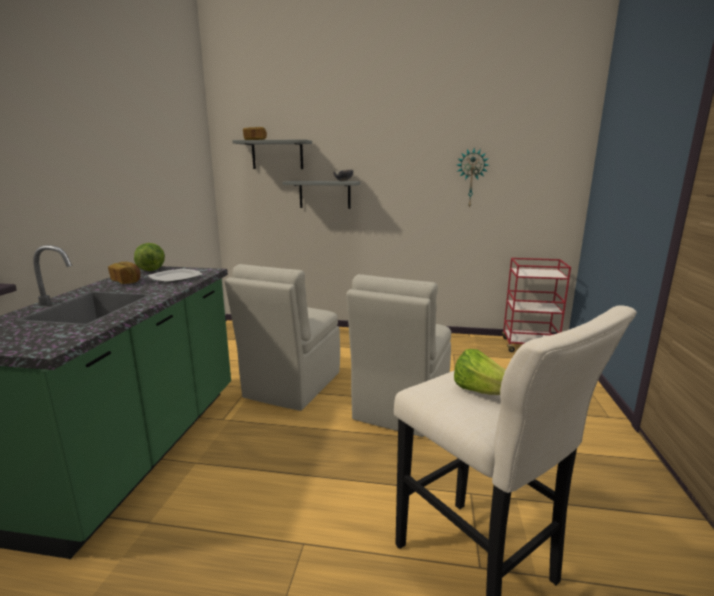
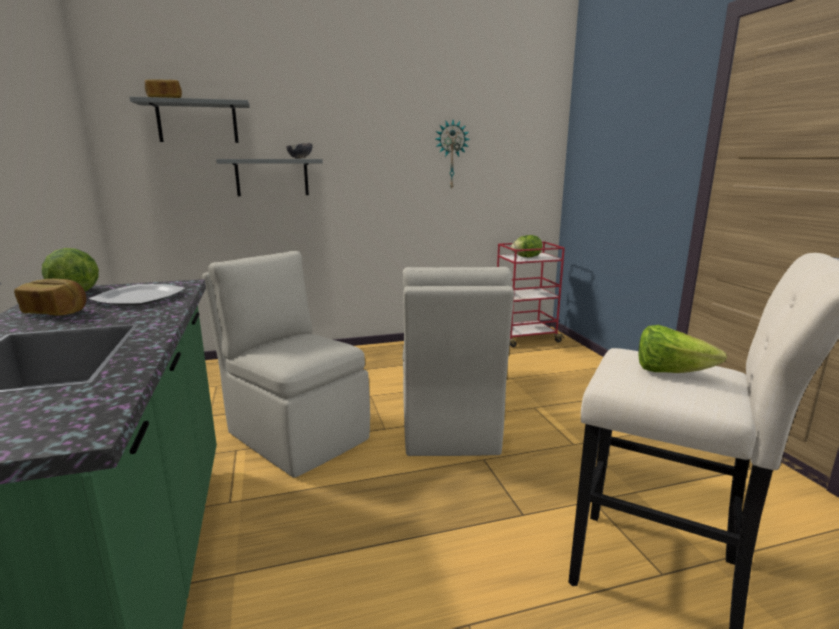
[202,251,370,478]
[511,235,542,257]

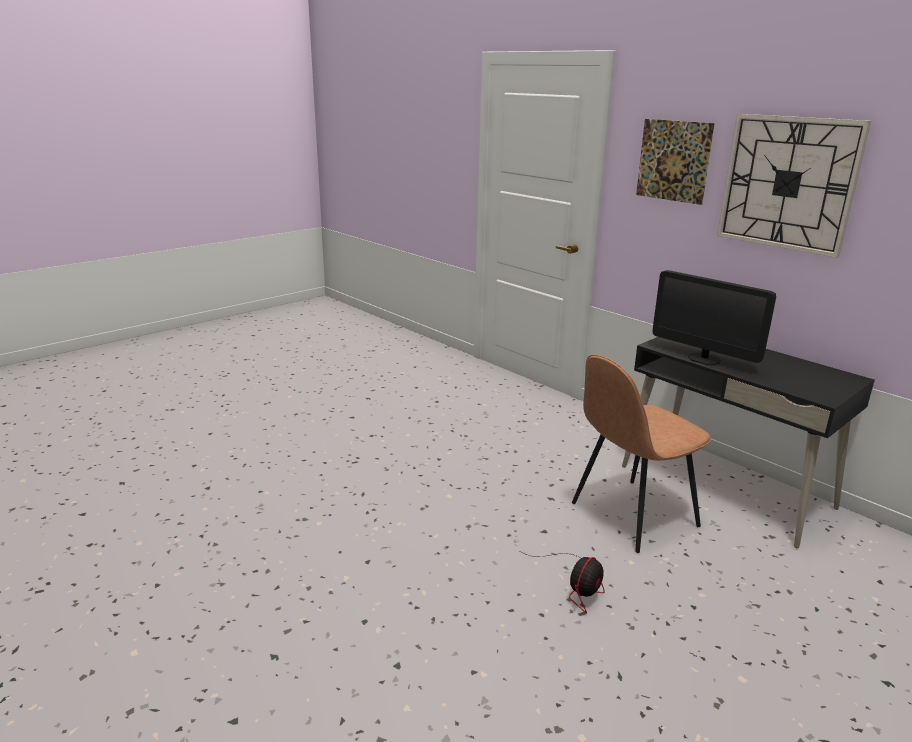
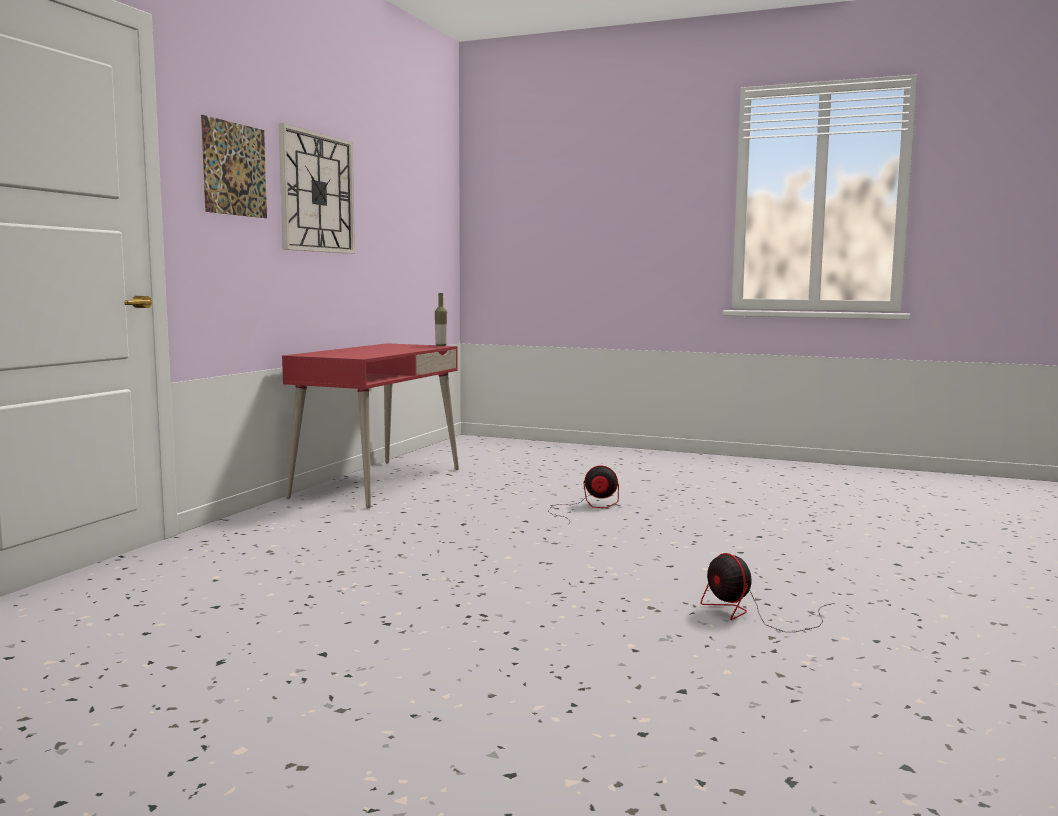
[282,343,459,508]
[435,293,447,346]
[701,553,835,632]
[572,355,711,553] (first image)
[653,270,776,365] (first image)

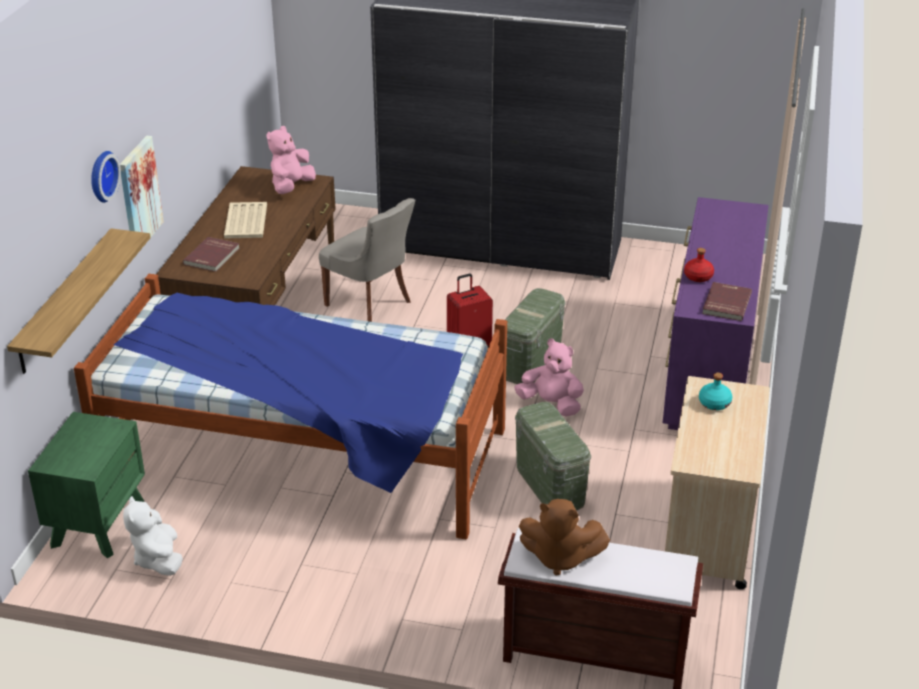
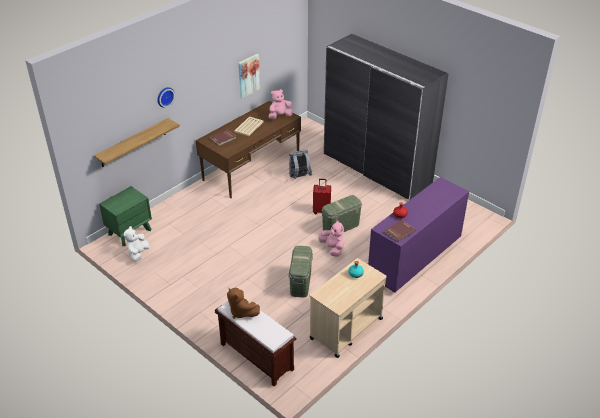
[238,54,260,98]
[289,150,312,179]
[74,274,507,540] (first image)

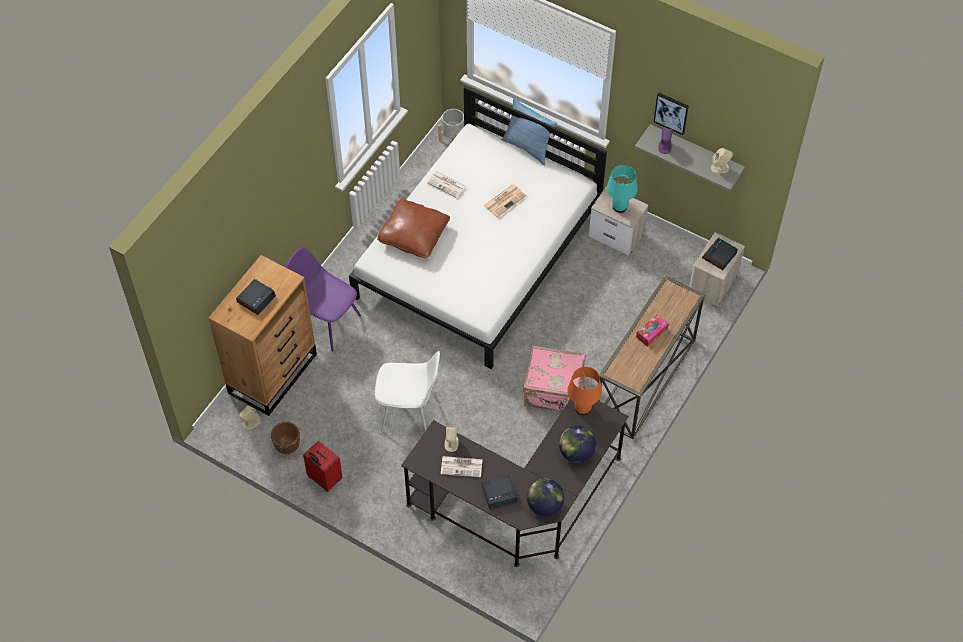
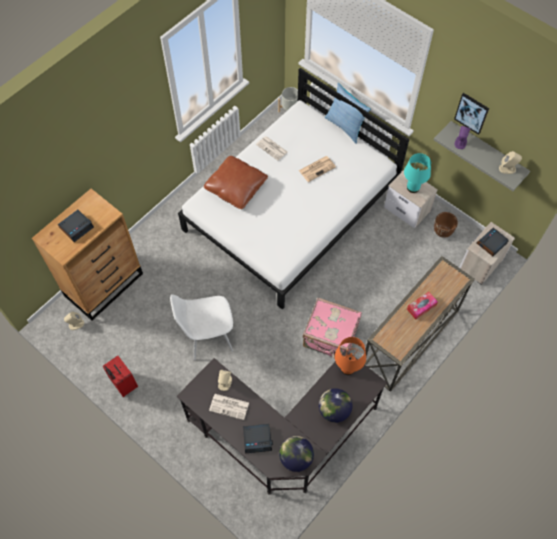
[170,294,233,360]
[434,212,458,238]
[285,247,361,352] (first image)

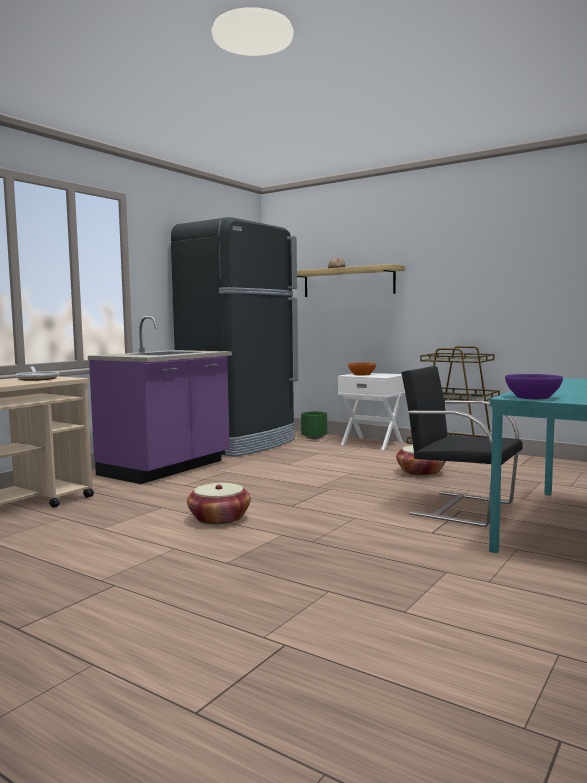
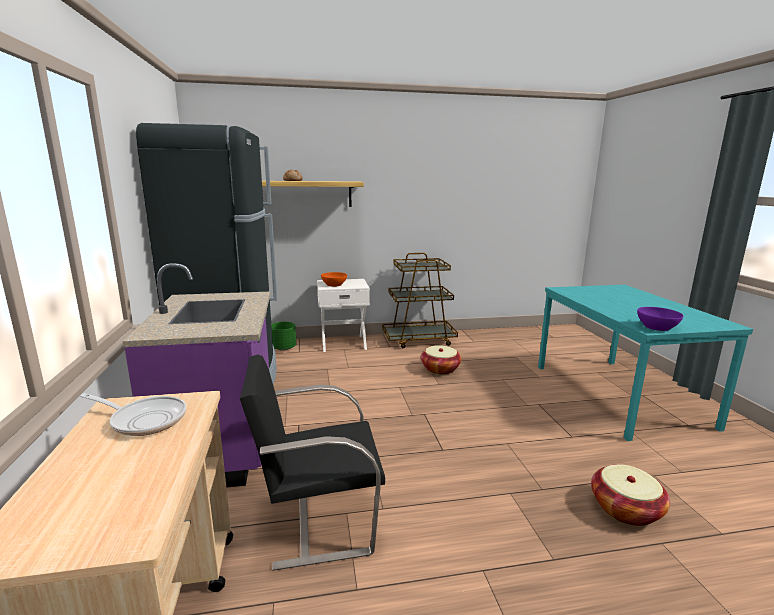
[240,355,385,571]
[591,464,670,526]

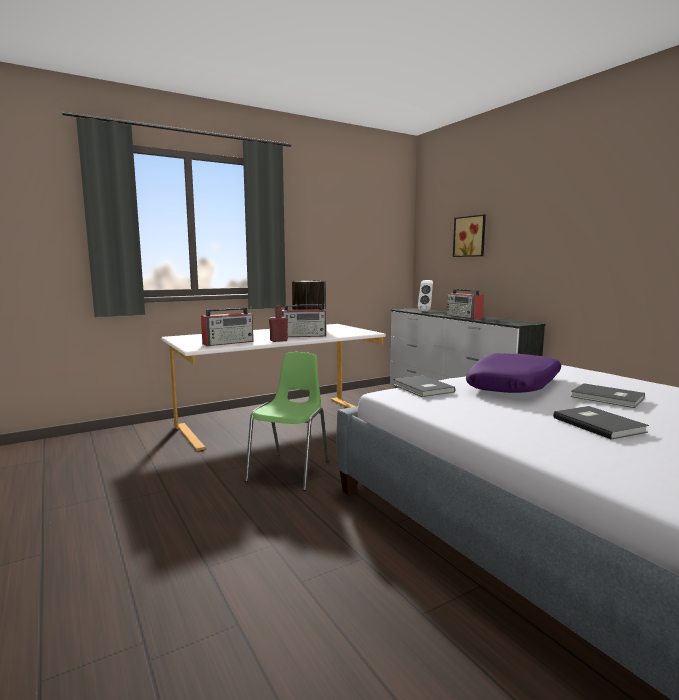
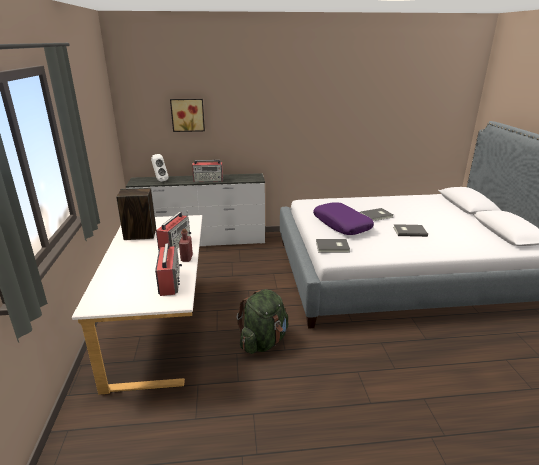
[237,289,288,354]

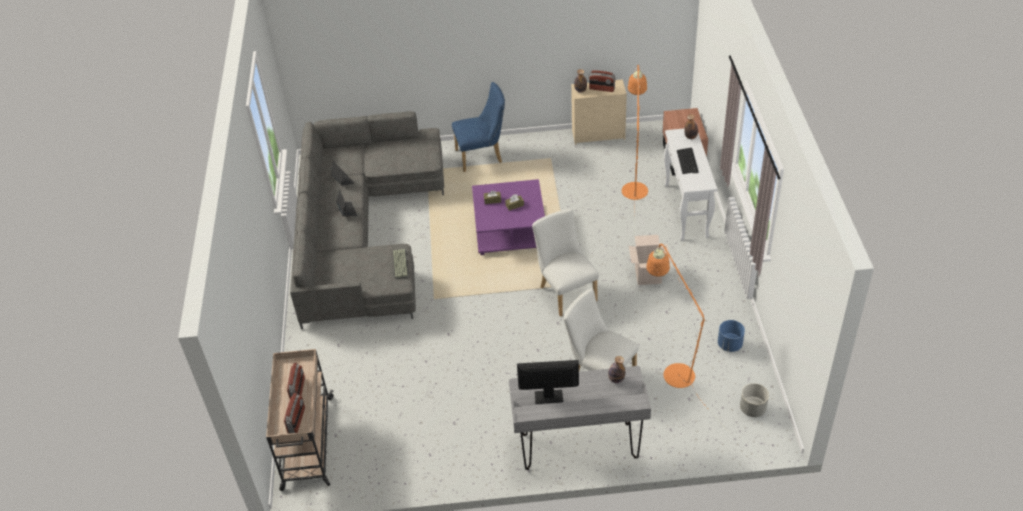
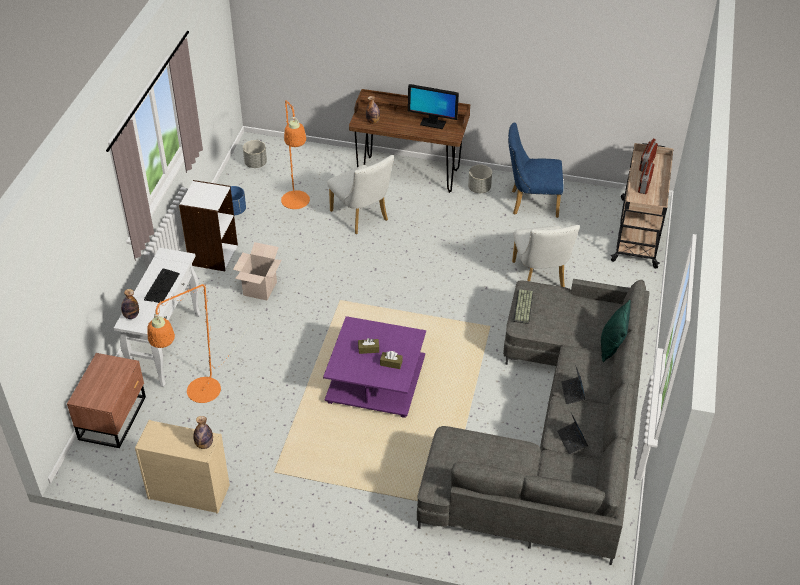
[179,180,238,271]
[349,89,470,193]
[468,165,492,193]
[508,122,564,218]
[512,225,580,287]
[601,300,631,362]
[589,71,616,92] (first image)

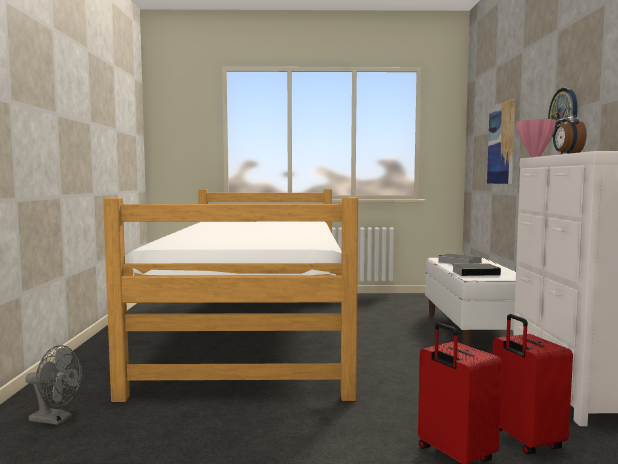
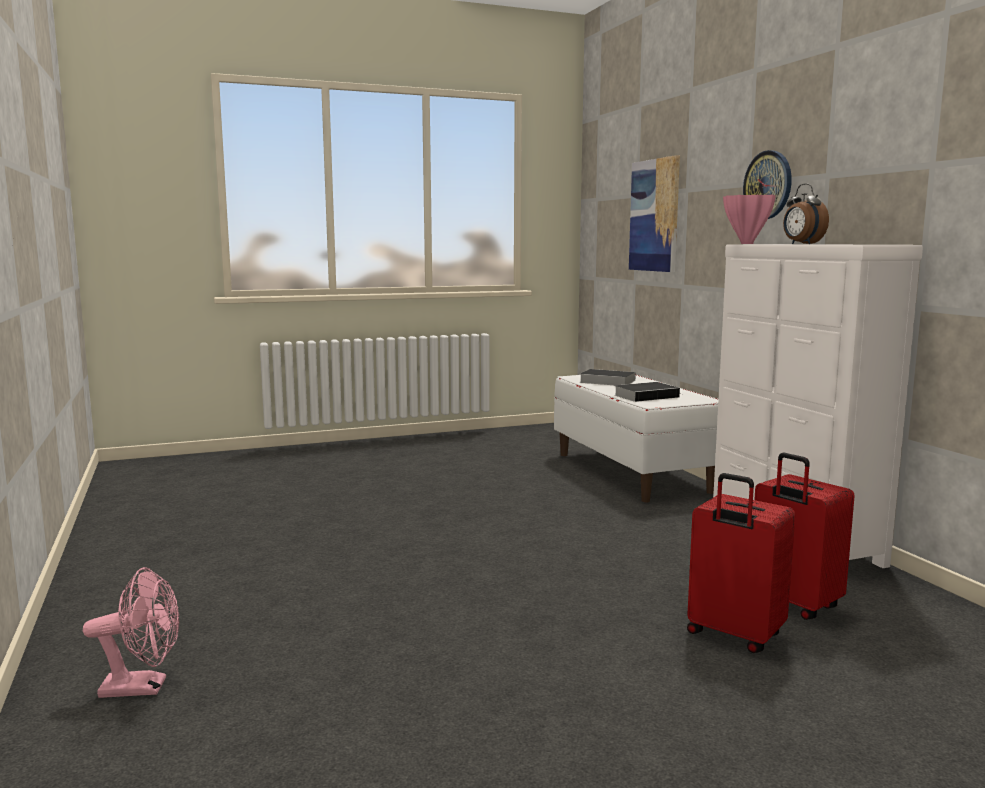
[83,567,179,698]
[103,189,358,402] (first image)

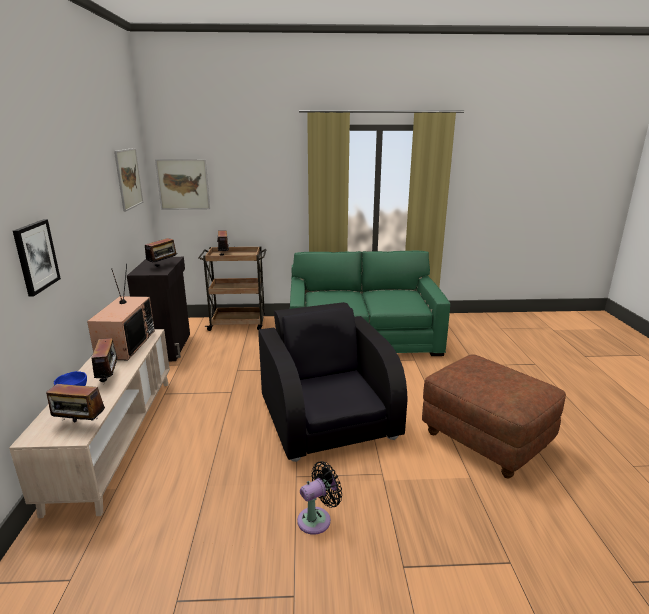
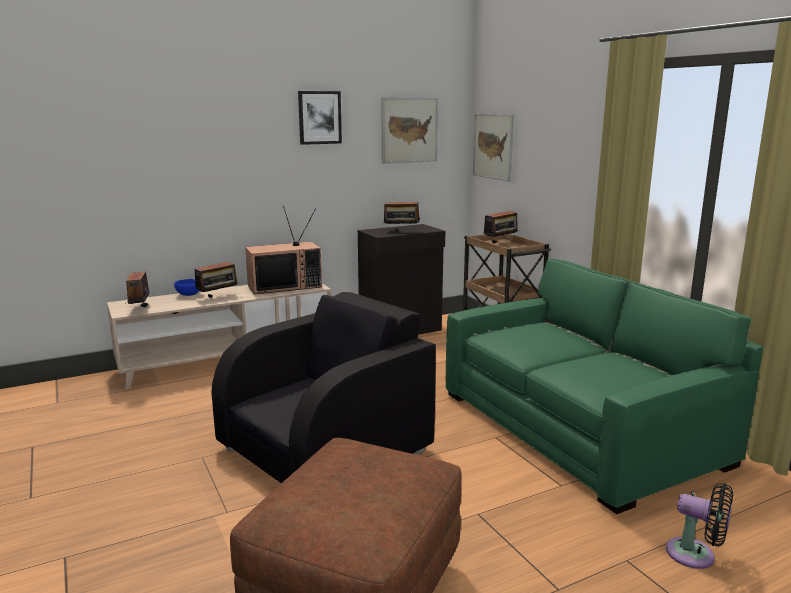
[298,91,342,145]
[666,483,733,569]

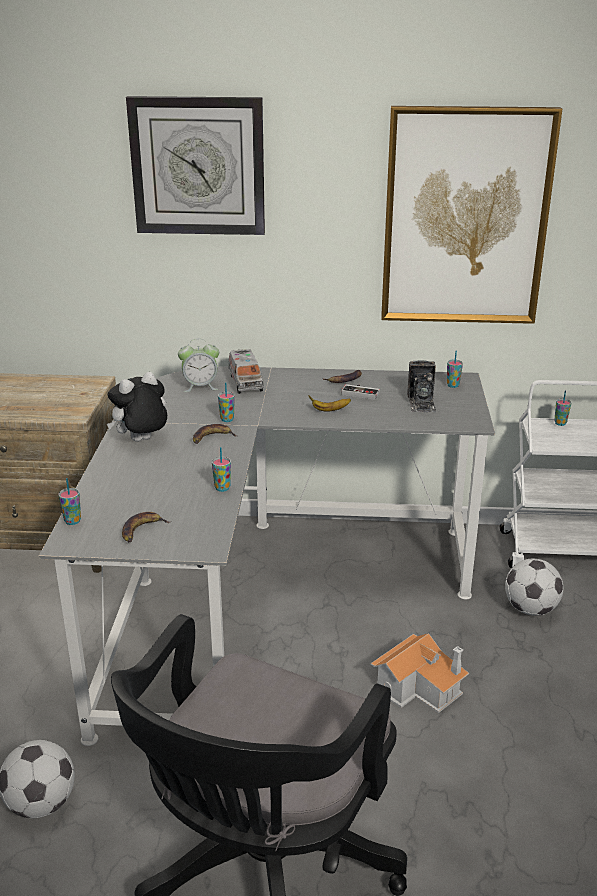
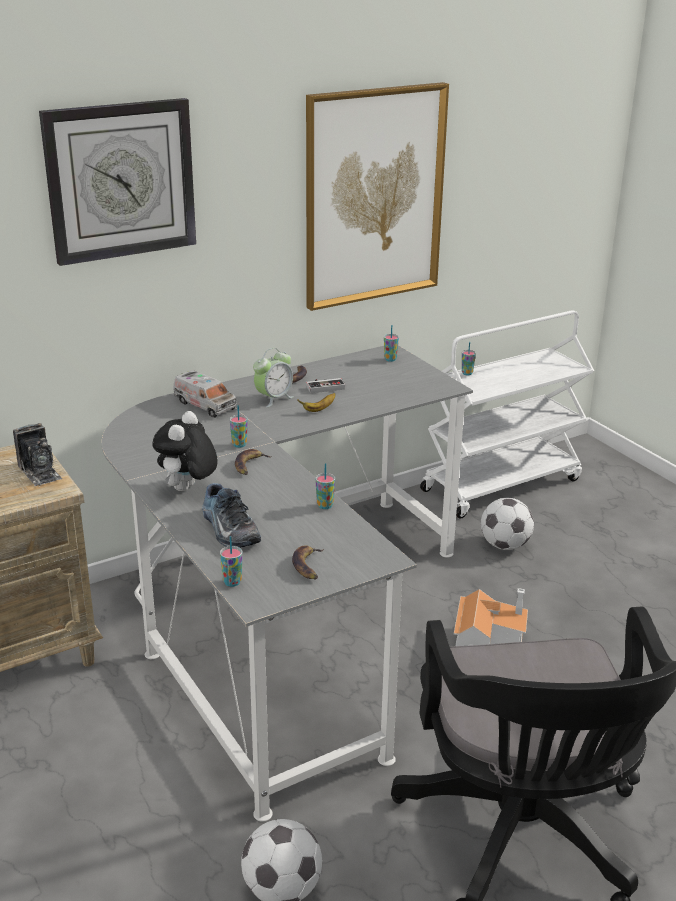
[13,423,62,487]
[202,483,261,548]
[253,348,294,408]

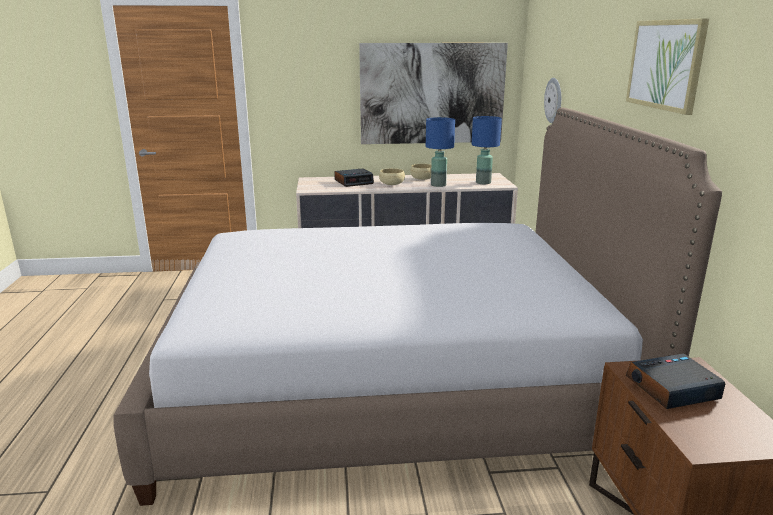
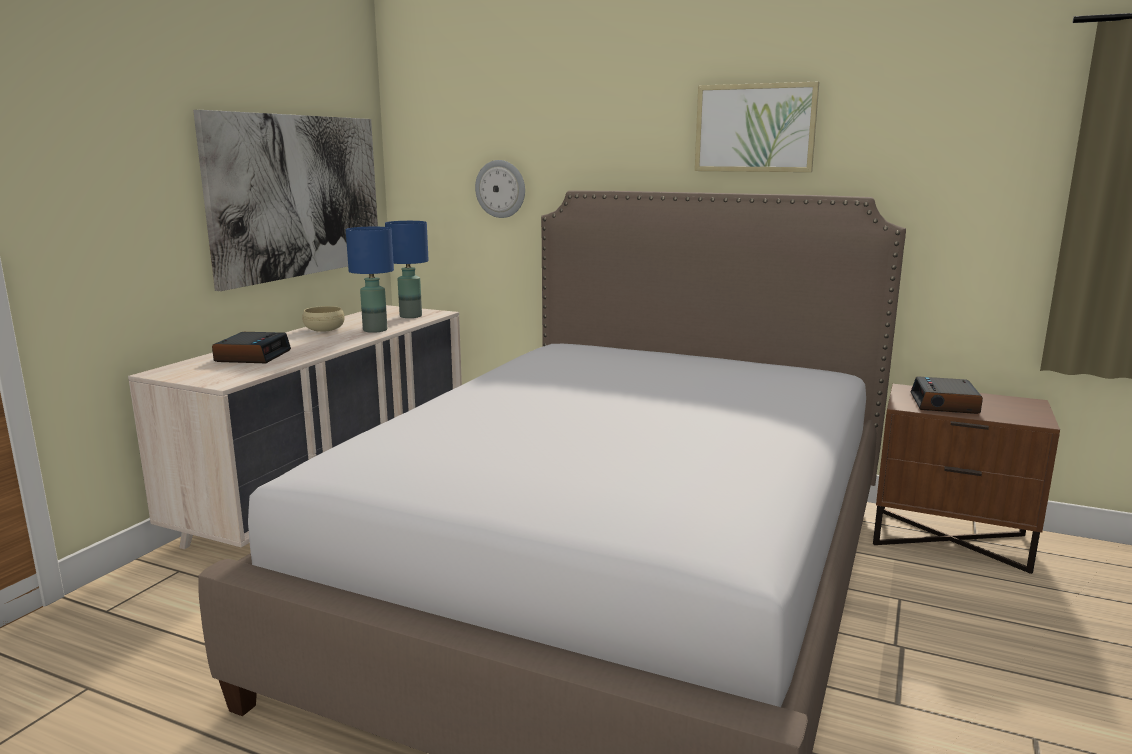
[379,168,405,185] (first image)

